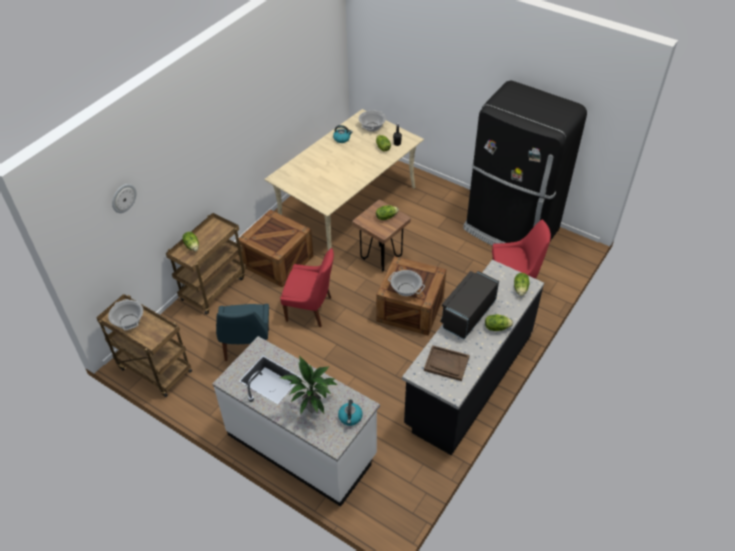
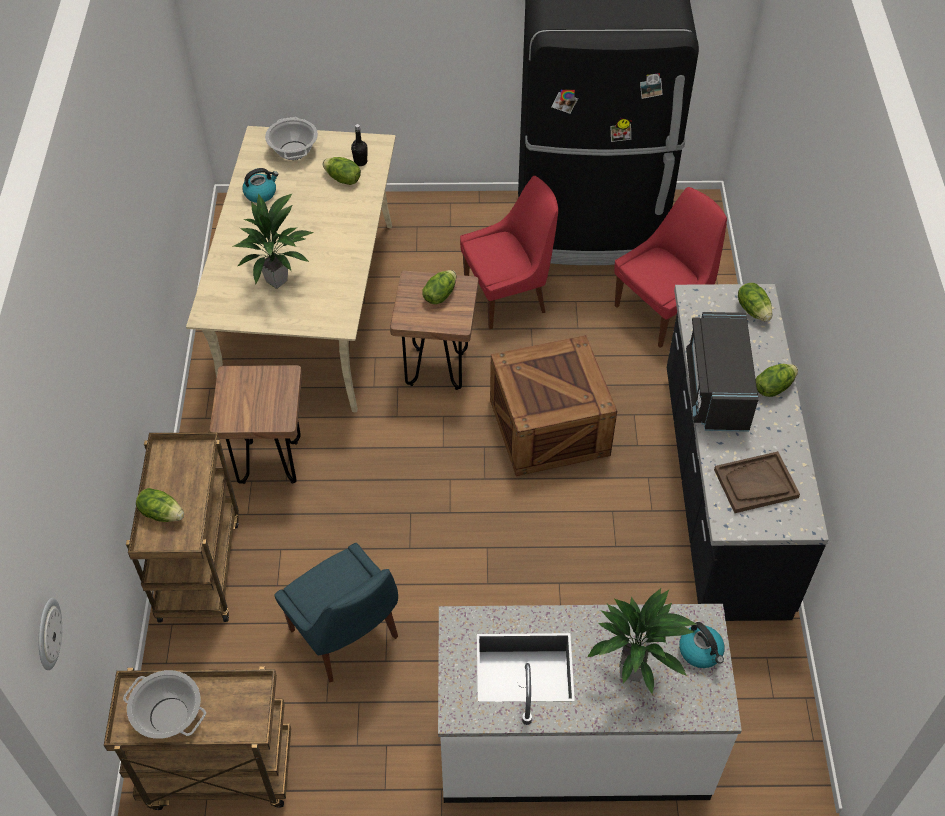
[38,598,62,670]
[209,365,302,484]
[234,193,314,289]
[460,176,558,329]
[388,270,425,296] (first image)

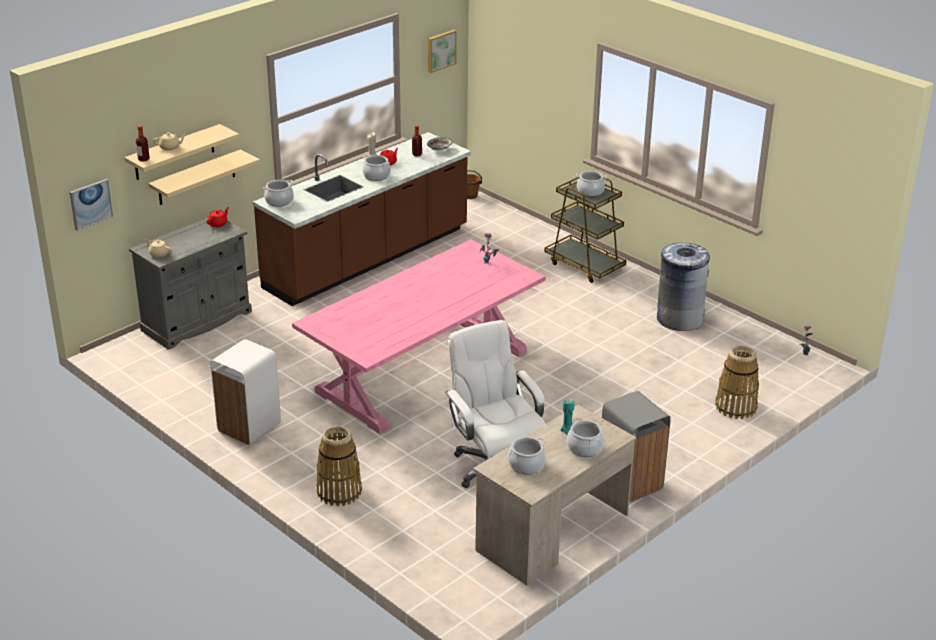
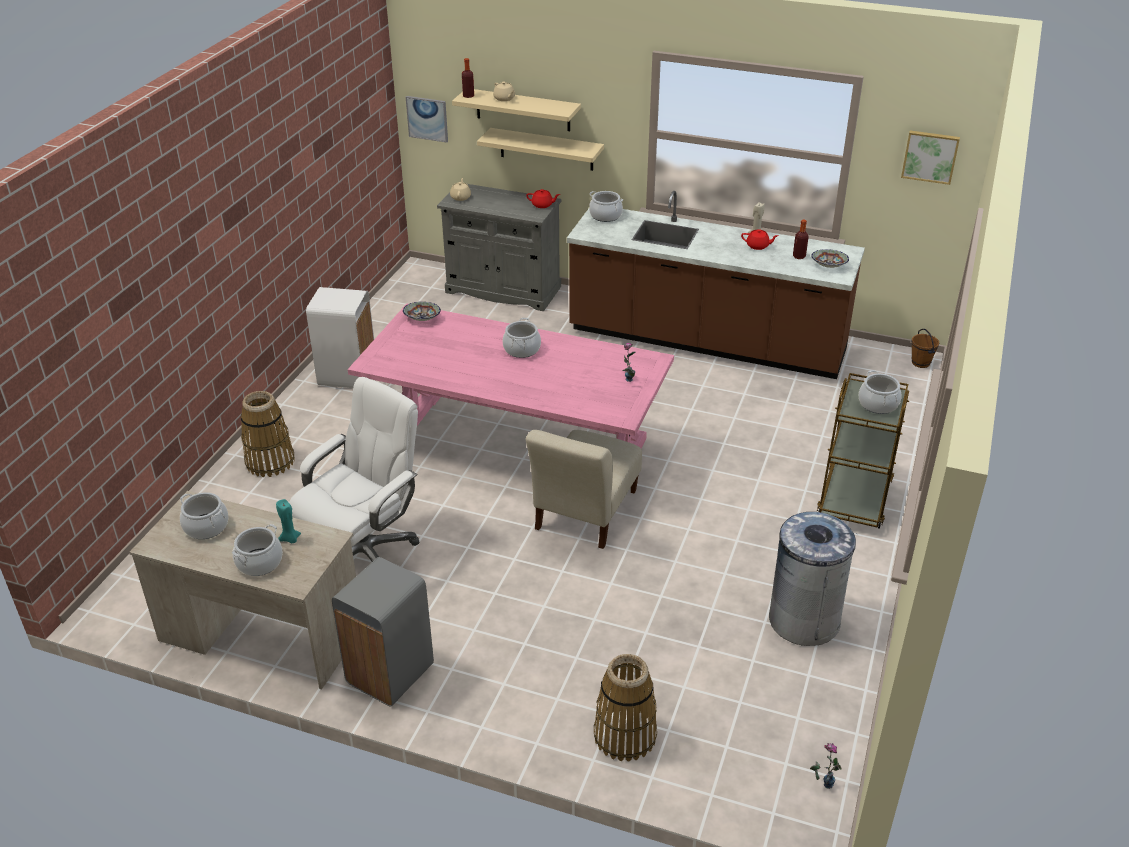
[403,302,441,321]
[503,318,541,358]
[525,430,642,549]

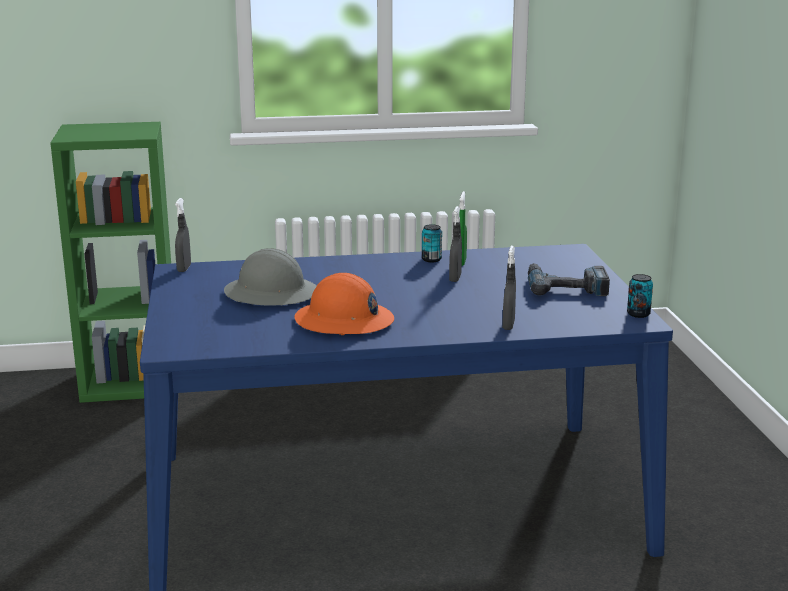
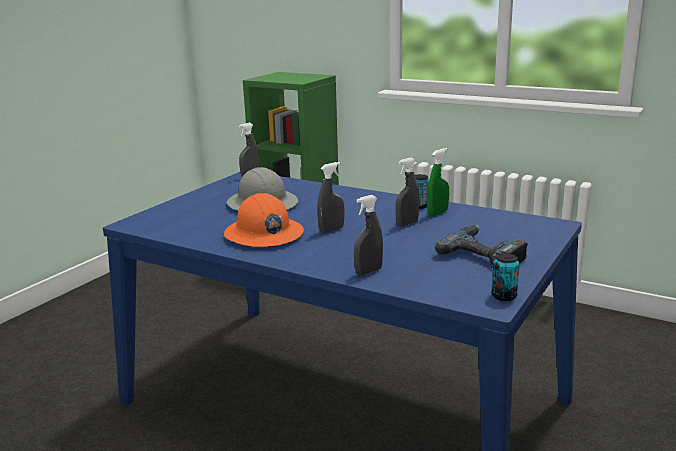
[317,162,345,233]

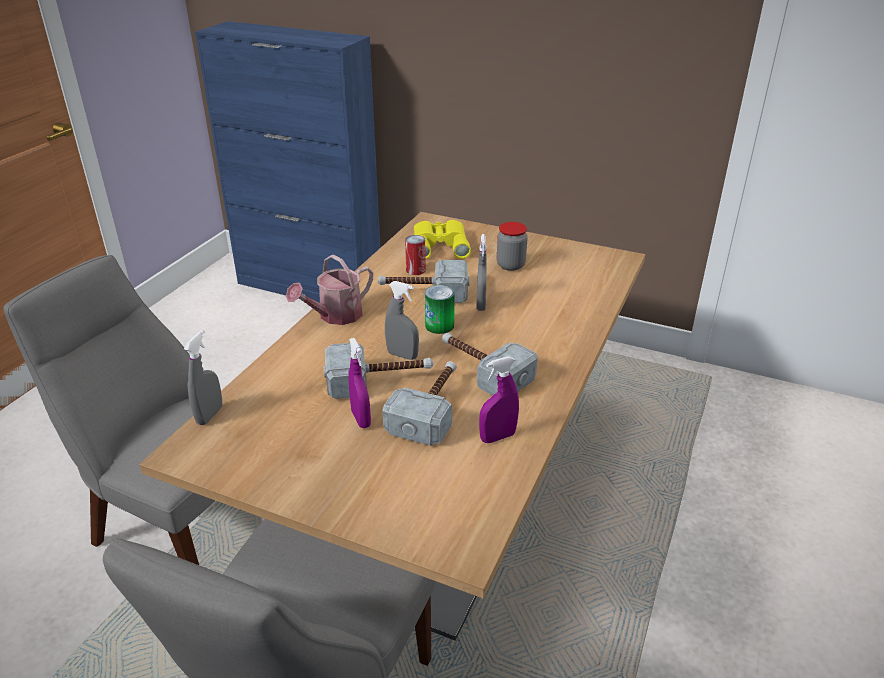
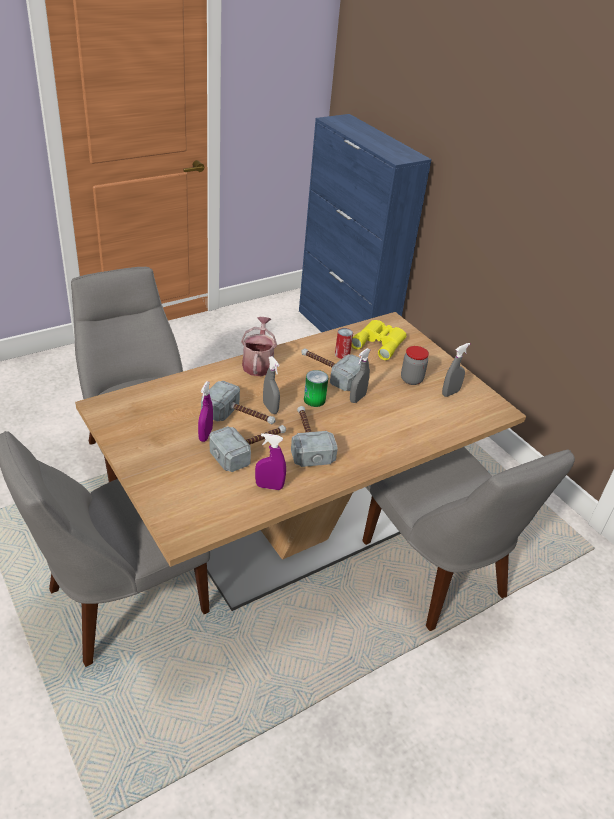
[241,317,277,376]
[362,447,575,631]
[442,343,470,397]

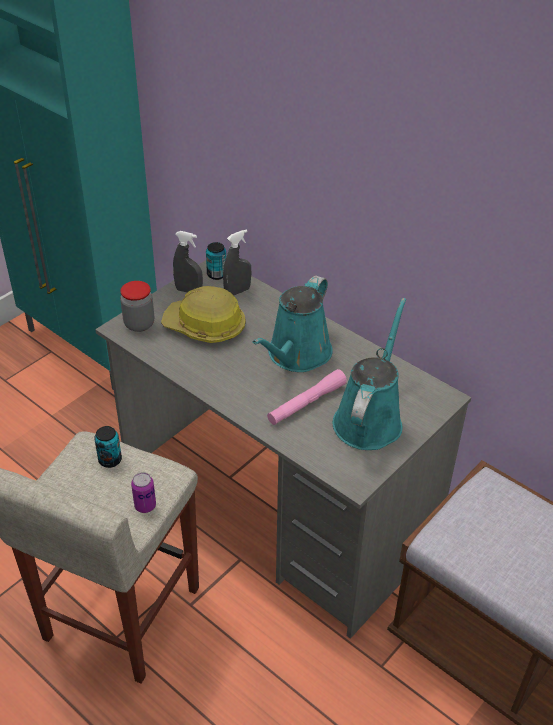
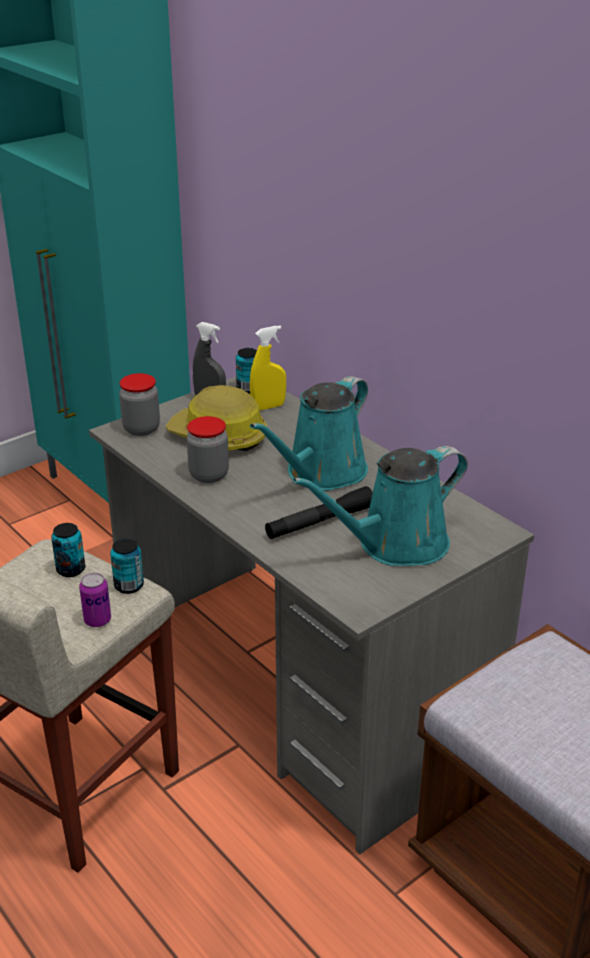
[110,538,144,594]
[187,416,229,483]
[250,325,286,410]
[265,486,373,539]
[293,446,468,566]

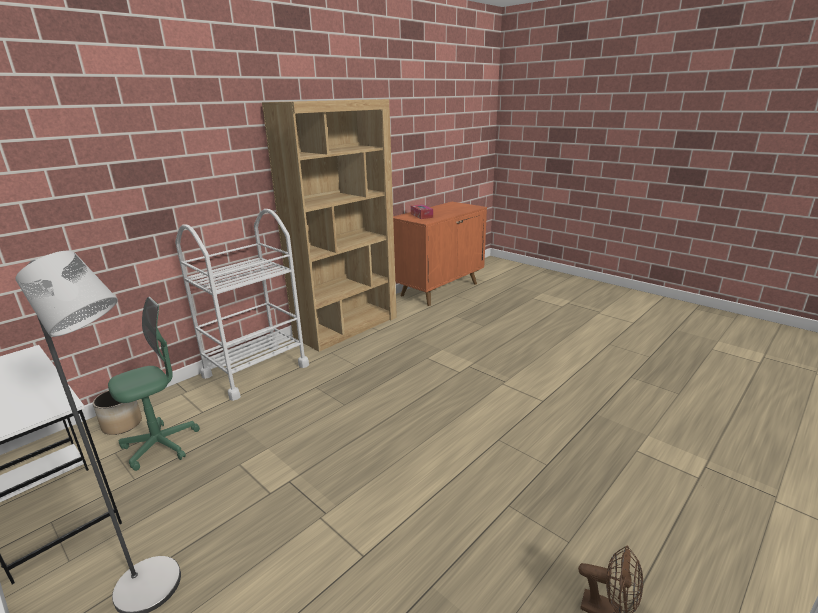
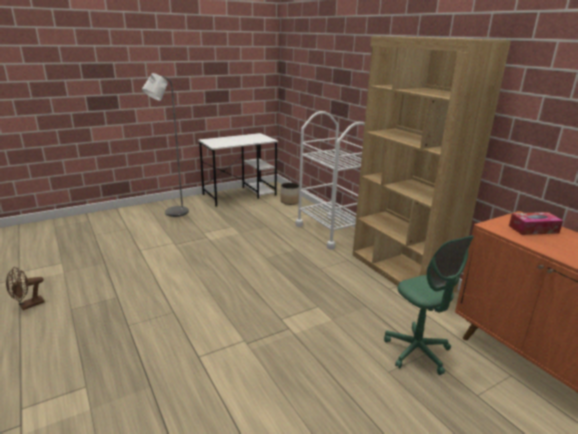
[384,235,474,375]

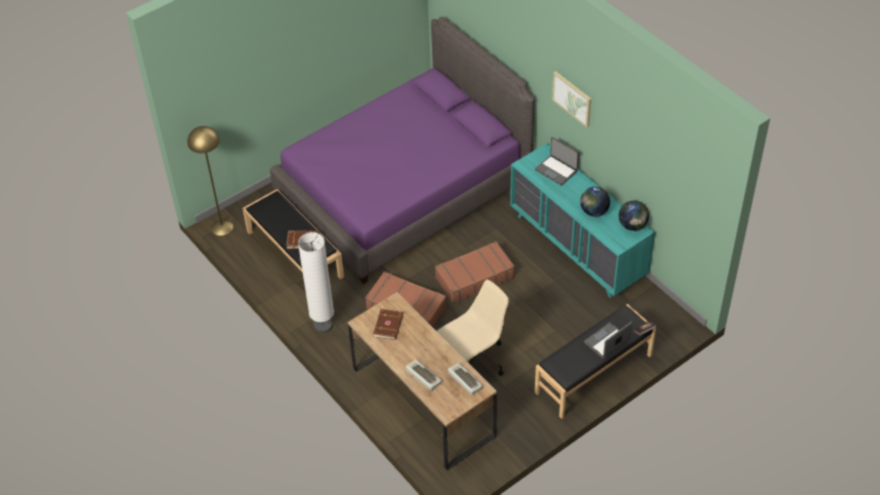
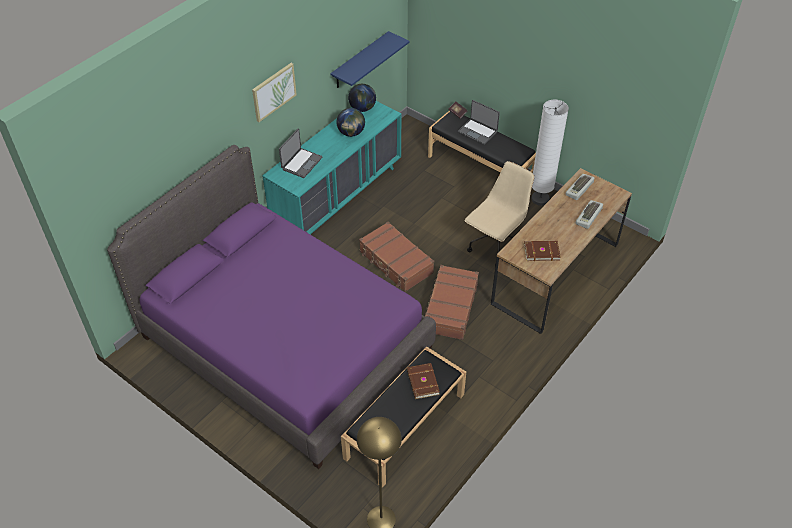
[330,31,410,88]
[465,161,534,266]
[532,99,569,206]

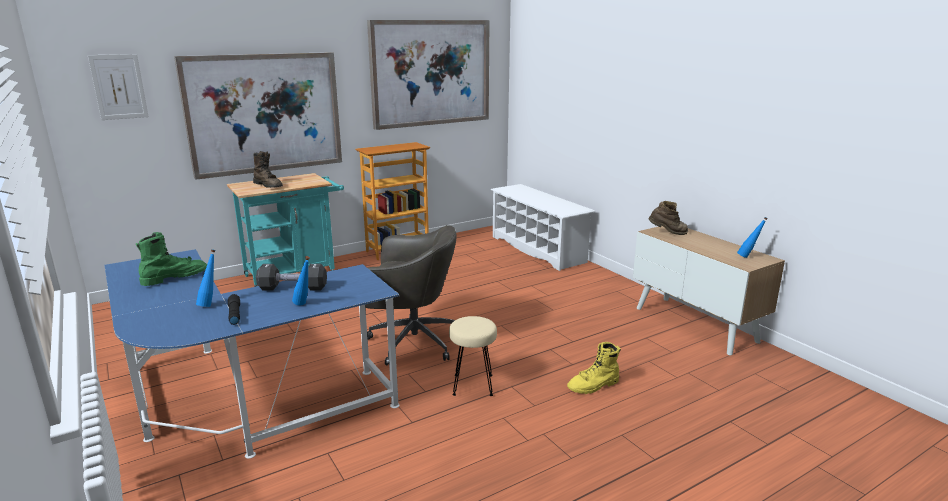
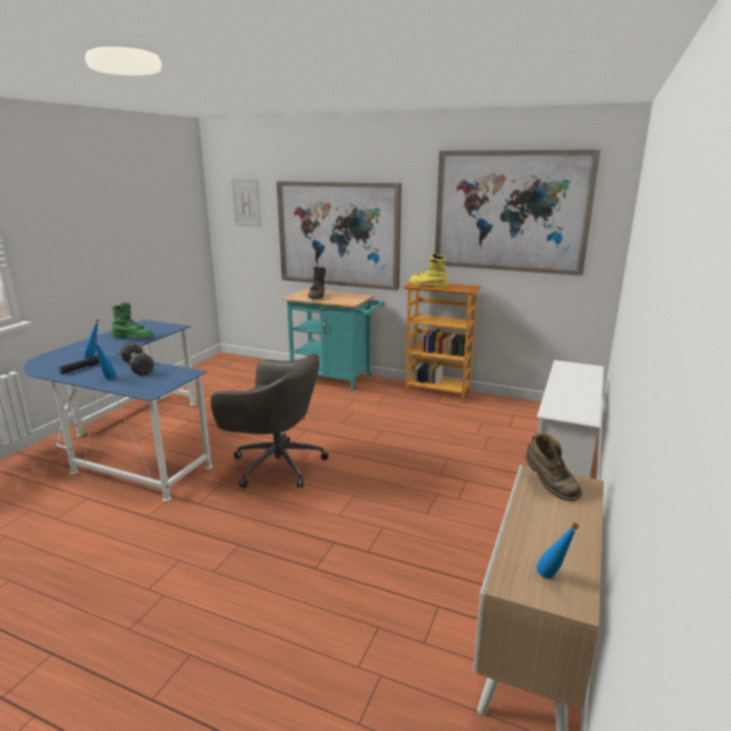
[211,353,329,488]
[409,253,448,288]
[449,316,497,396] (first image)

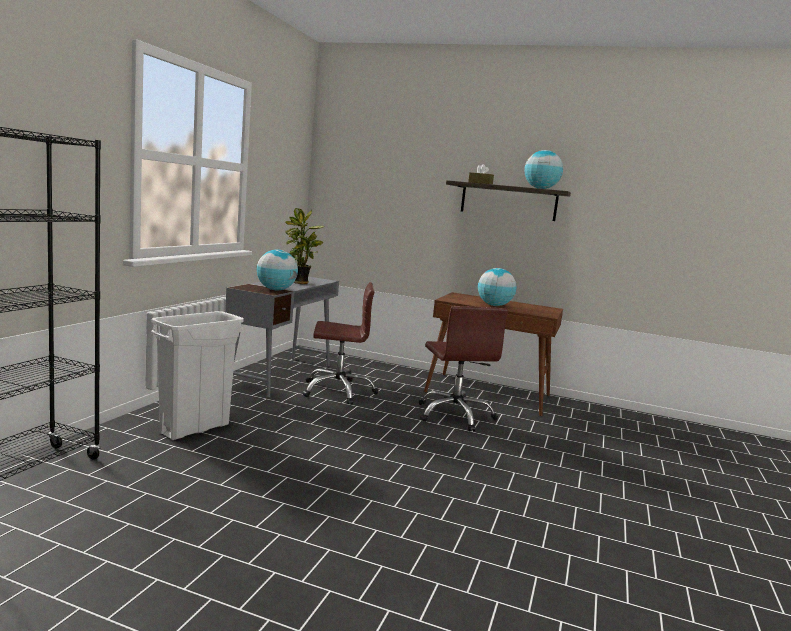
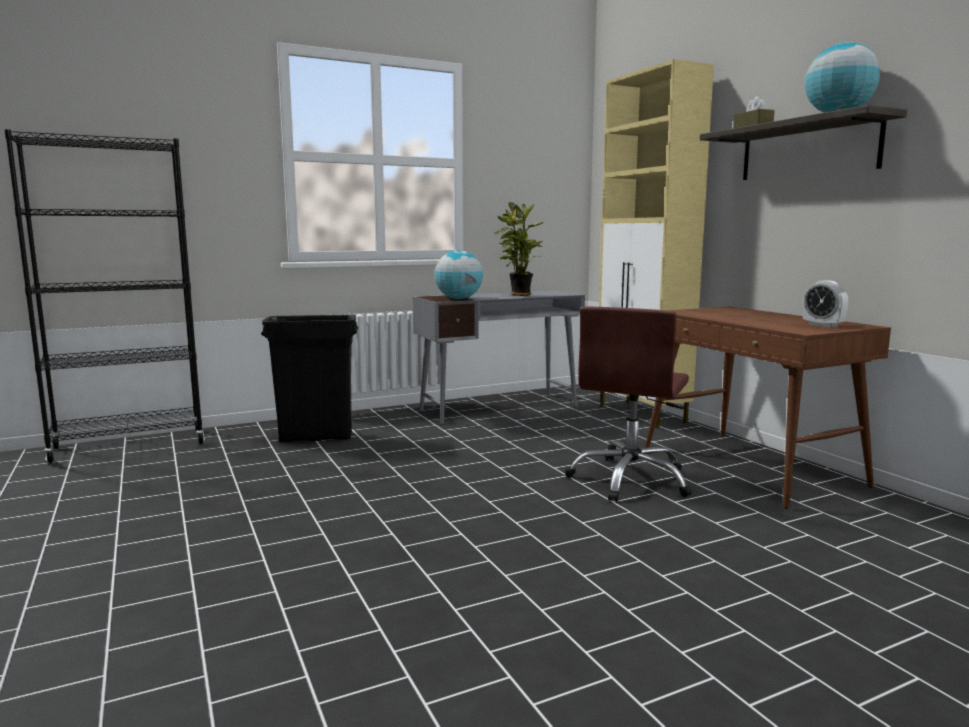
[261,315,358,442]
[599,59,714,428]
[802,280,849,327]
[303,282,378,404] (first image)
[478,268,516,306] (first image)

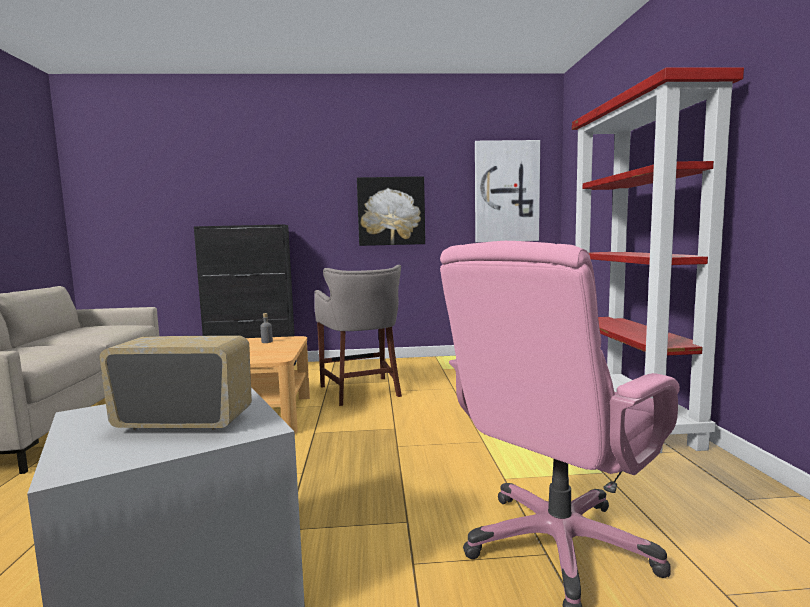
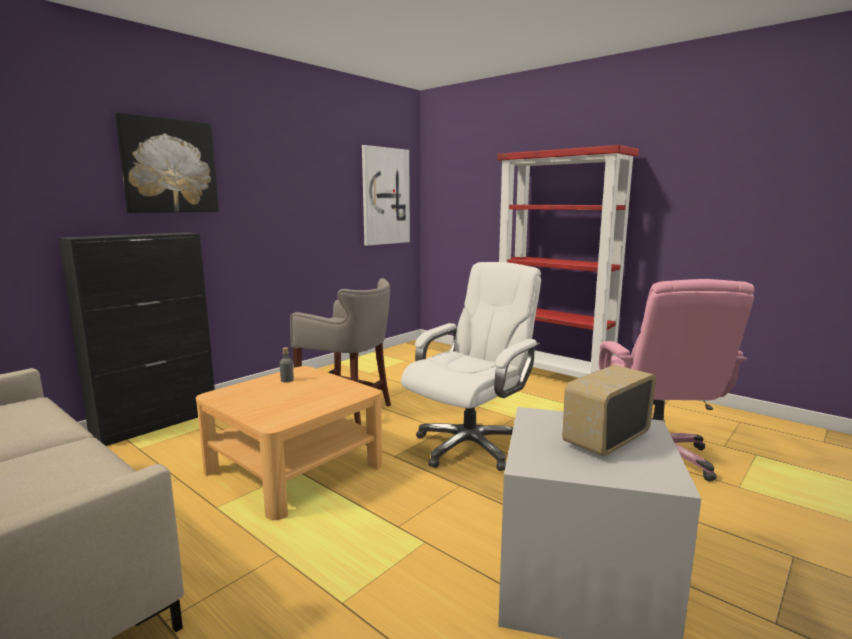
[115,112,219,213]
[401,262,541,471]

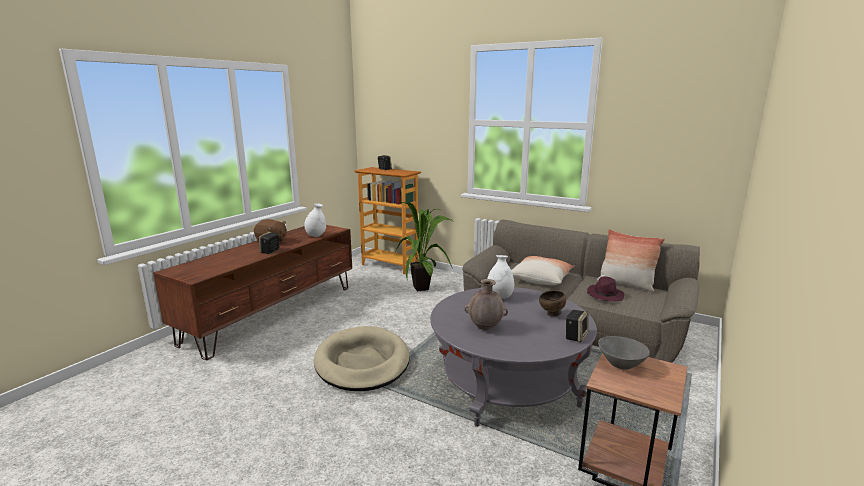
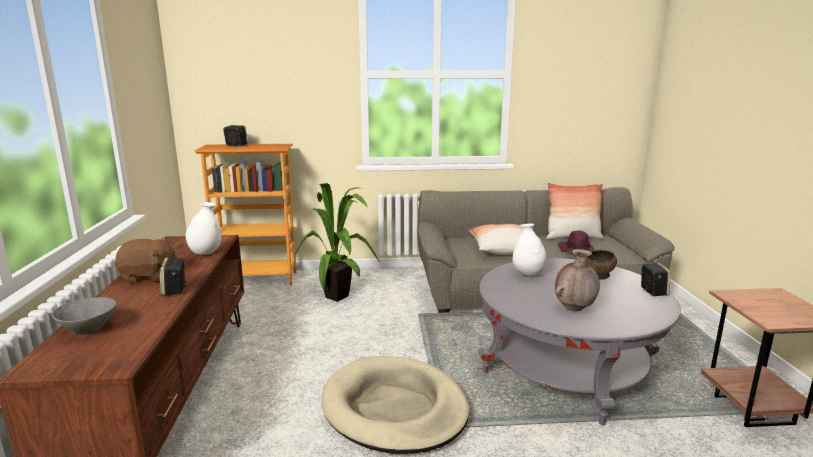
[52,297,117,334]

